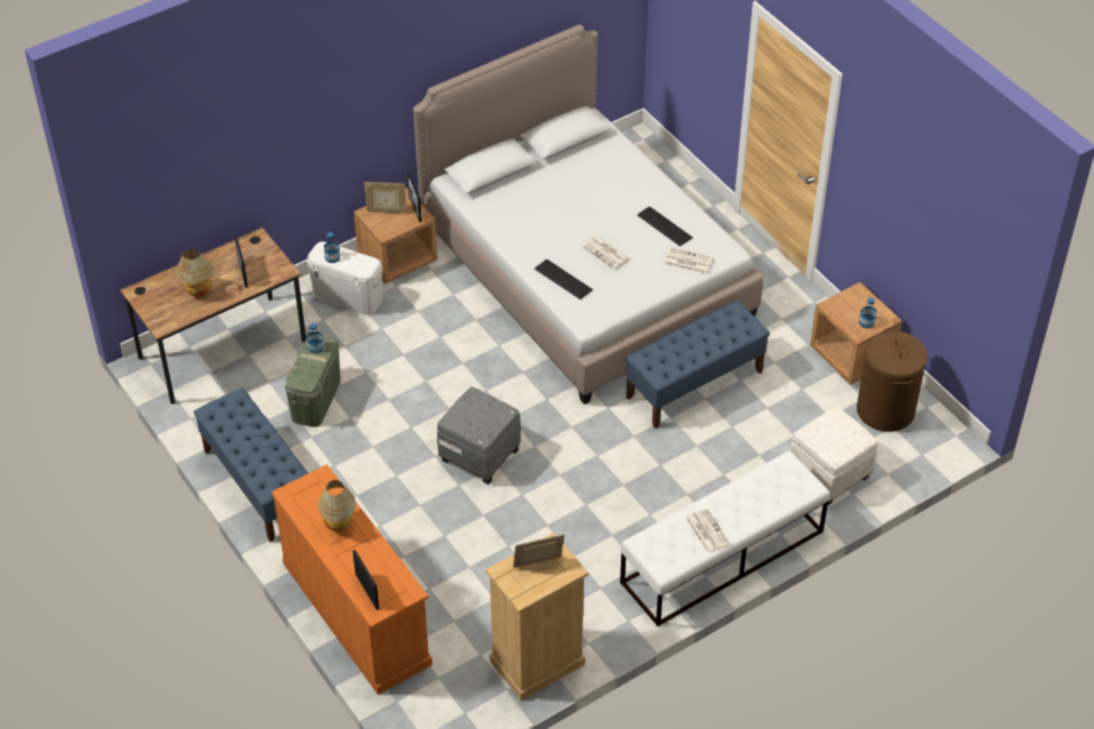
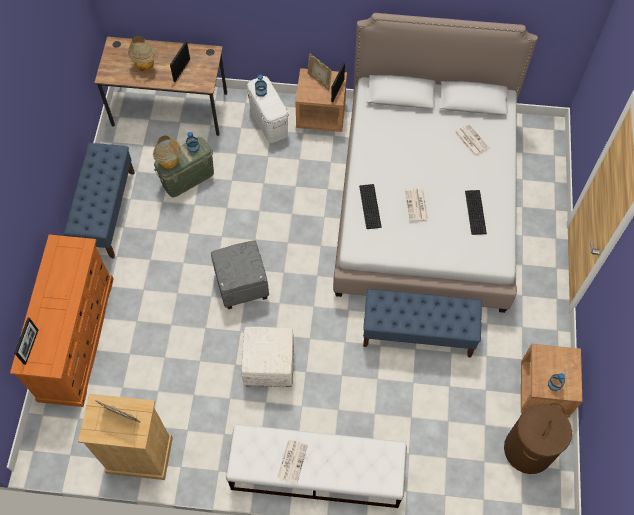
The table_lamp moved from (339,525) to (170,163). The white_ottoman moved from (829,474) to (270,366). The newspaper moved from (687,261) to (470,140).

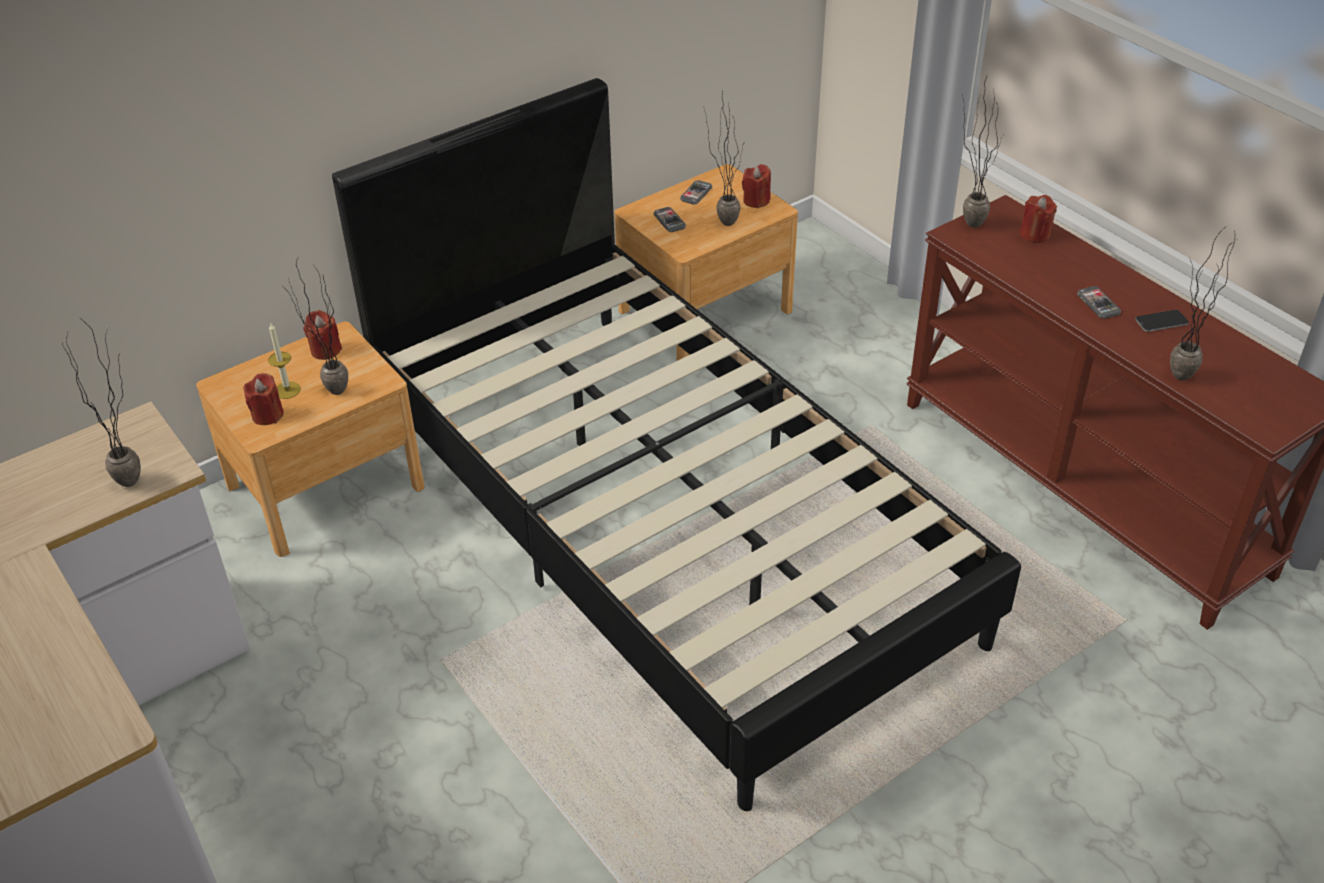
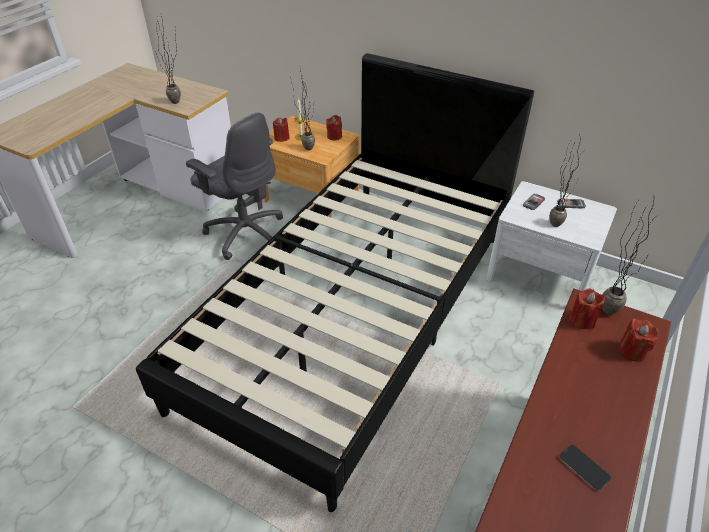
The grey_office_chair at (245,232) appeared. The brown_nightstand at (705,310) became the white_nightstand at (540,274). The red_candle moved from (756,201) to (582,320). The phone at (1098,304) disappeared. The potted_plant at (1175,381) disappeared.

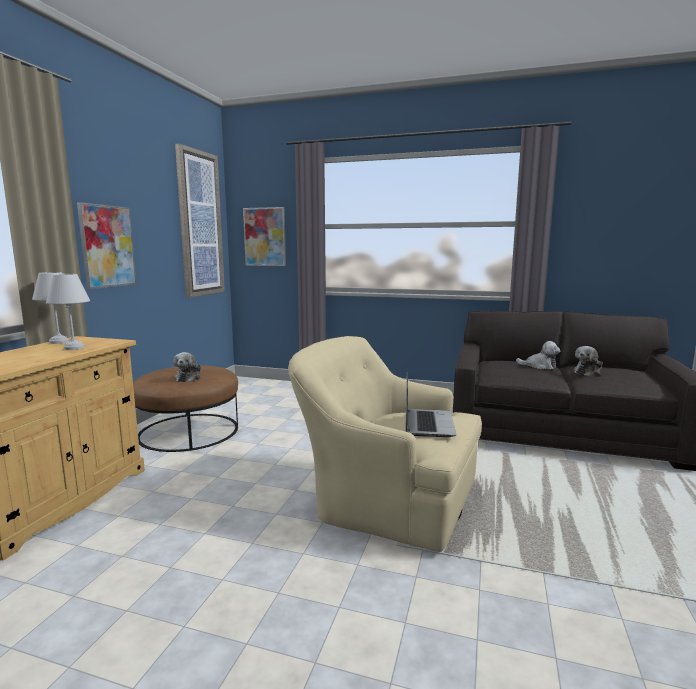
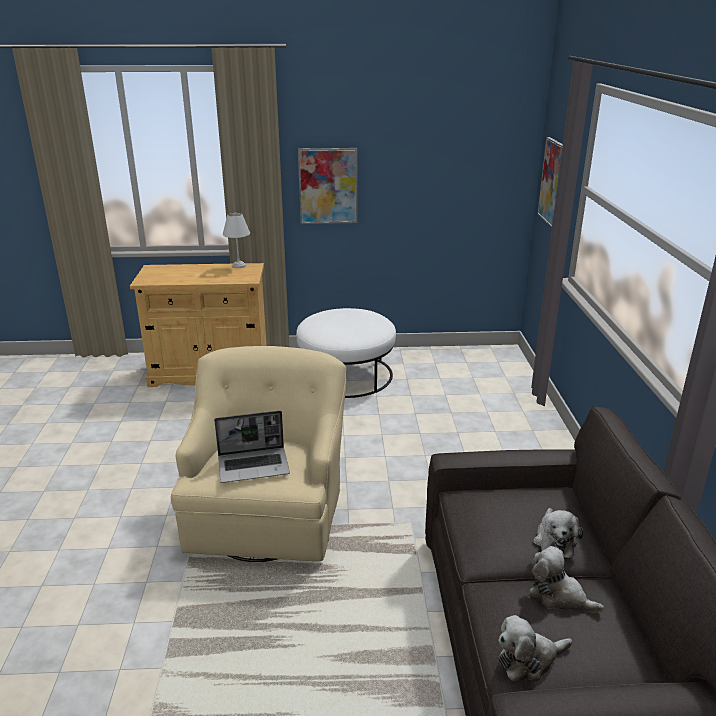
The brown_ottoman at (189,431) became the white_ottoman at (346,374). The plush_toy moved from (189,377) to (528,660). The white_table_lamp at (73,348) disappeared. The picture at (200,224) disappeared.

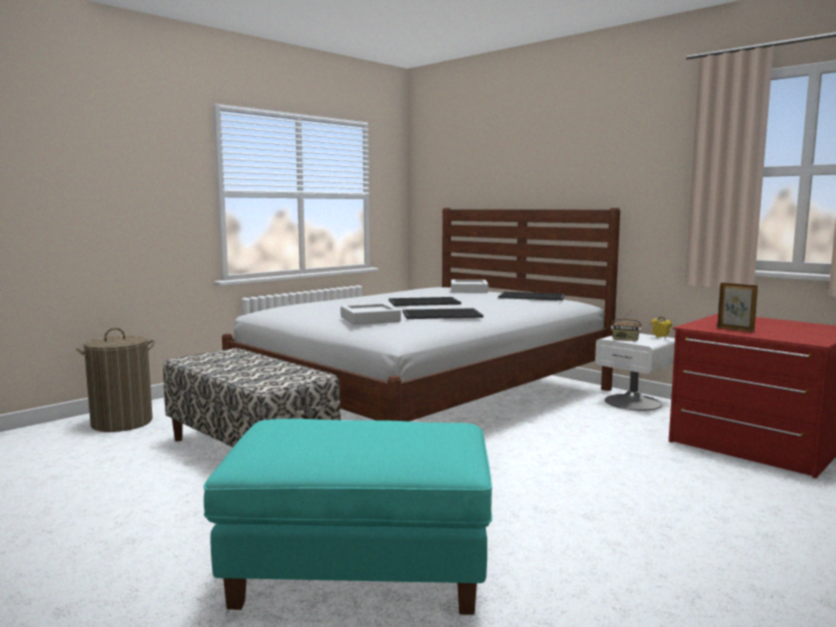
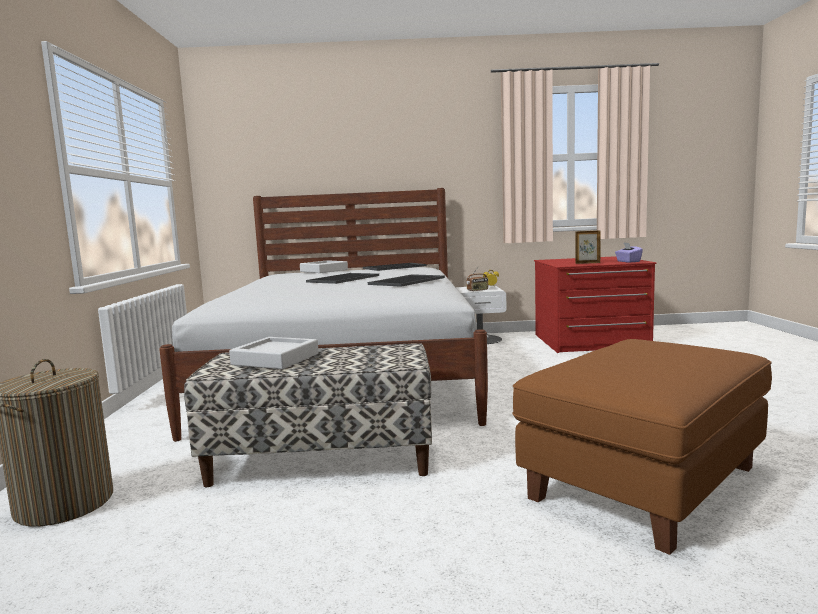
The grey_tray moved from (370,319) to (275,359). The turquoise_ottoman at (358,569) became the brown_ottoman at (644,483). The purple_tissue_box at (628,261) appeared.

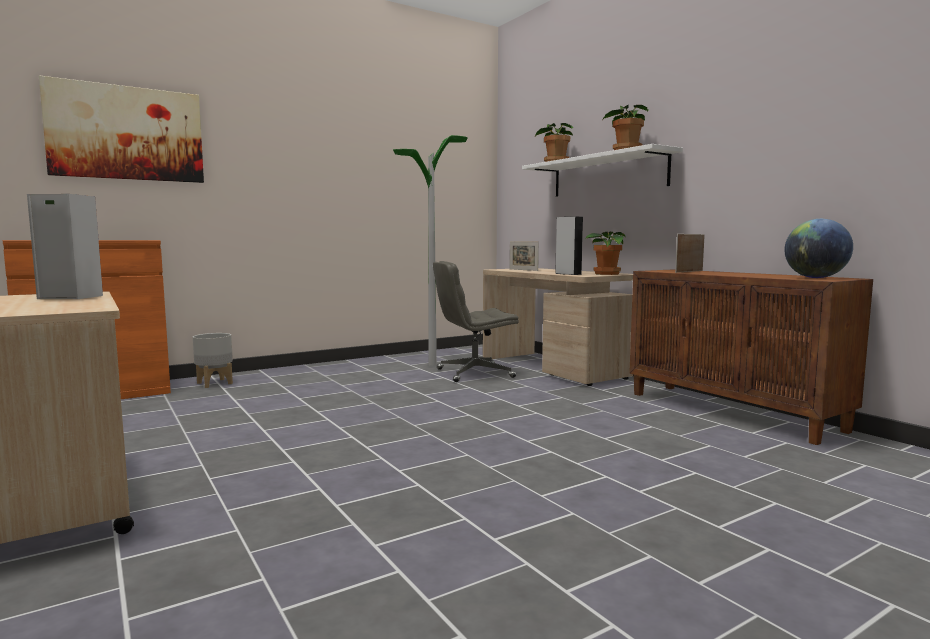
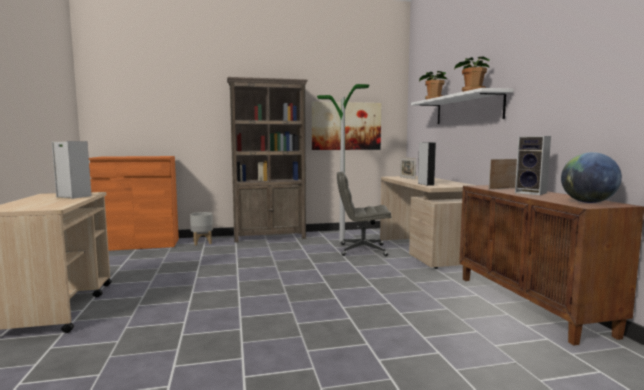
The brown_bookcase at (270,237) appeared. The picture moved from (126,133) to (346,126). The speaker at (532,193) appeared. The potted_plant at (606,274) disappeared.

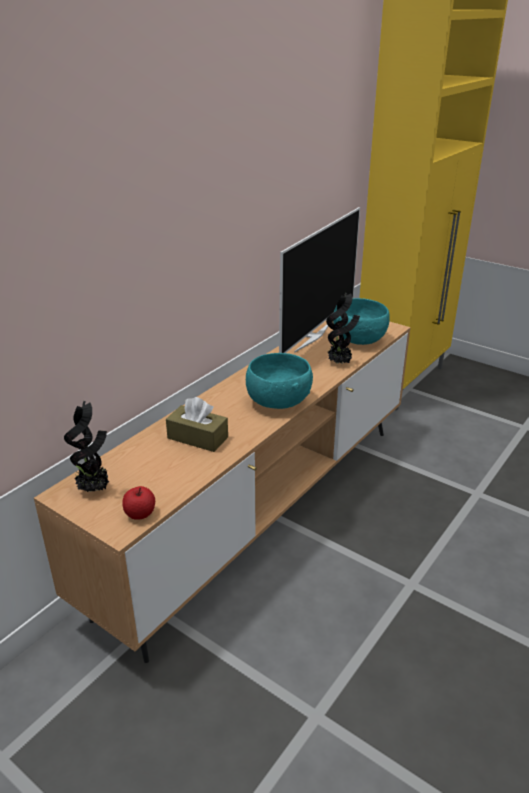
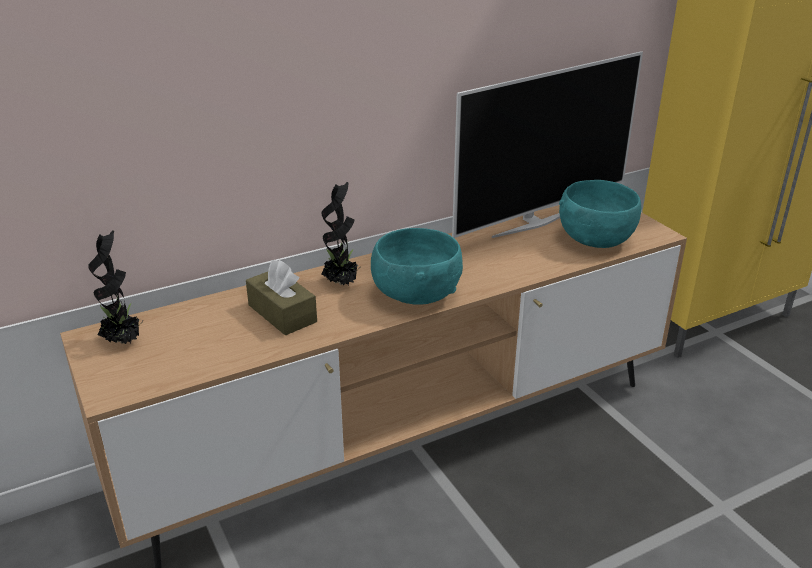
The potted_plant moved from (340,363) to (342,283). The apple at (140,514) disappeared.

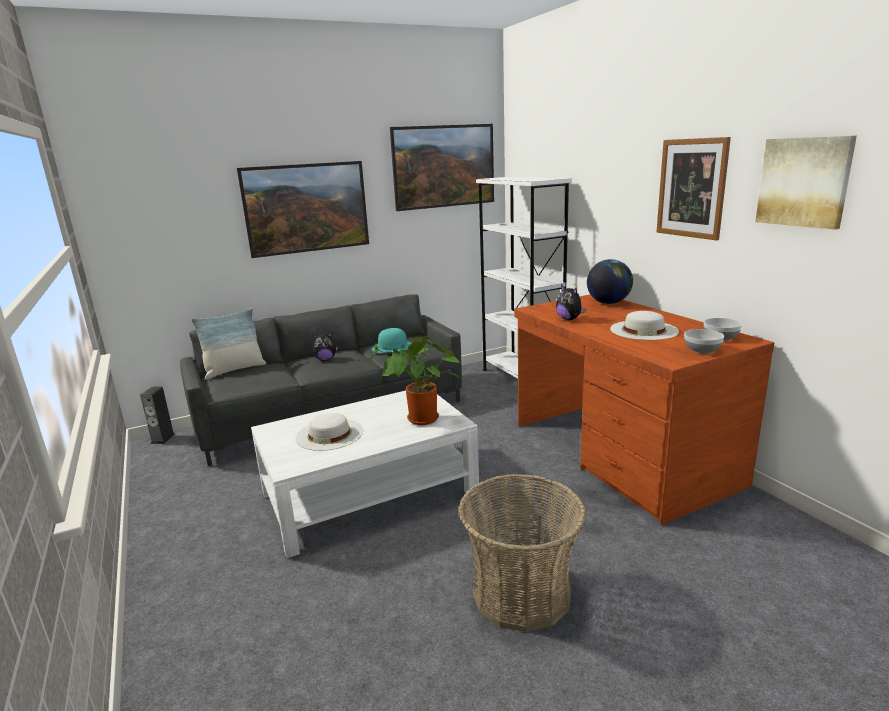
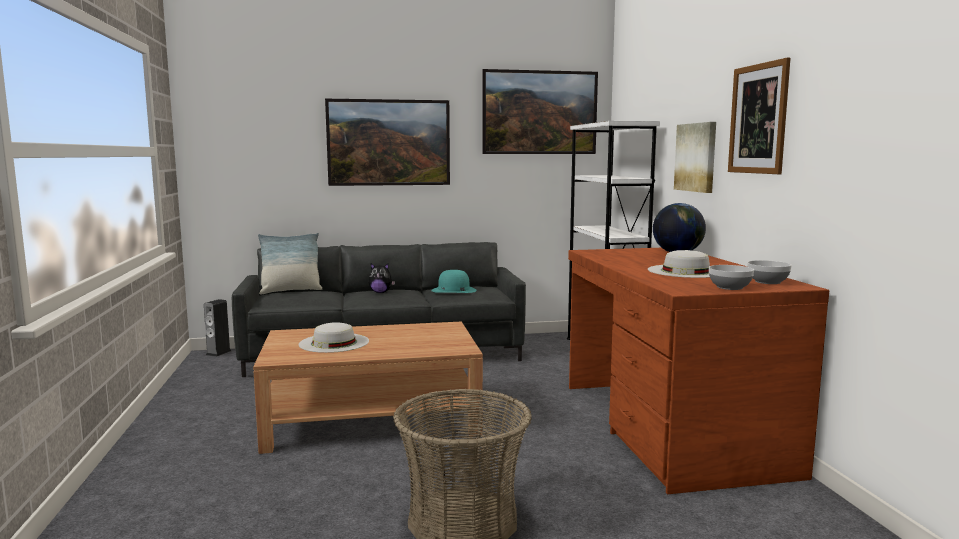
The white_coffee_table at (370,493) became the brown_coffee_table at (373,418). The picture moved from (804,182) to (696,157). The potted_plant at (421,420) disappeared. The plush_toy at (569,319) disappeared.

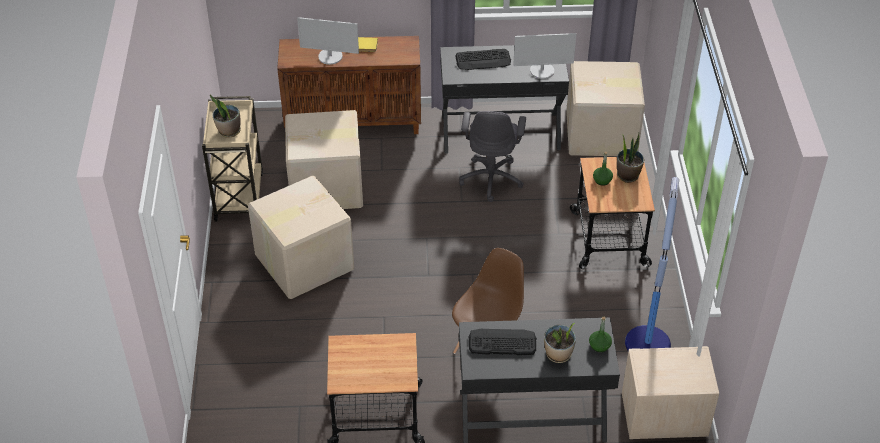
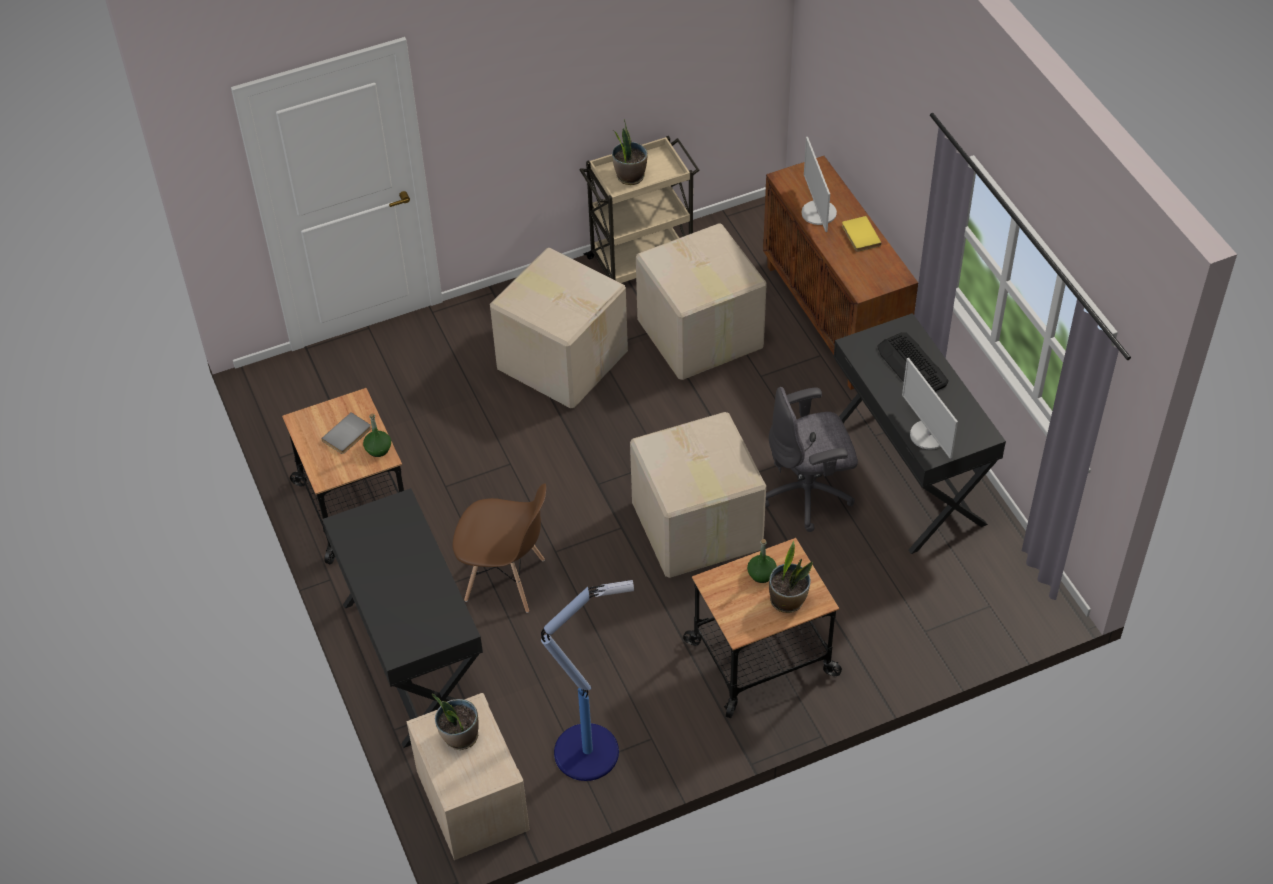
The grey_book at (348,435) appeared. The green_bottle moved from (599,346) to (378,449). The potted_plant moved from (558,354) to (459,737). The cardboard_box moved from (602,135) to (696,528). The keyboard at (502,342) disappeared.

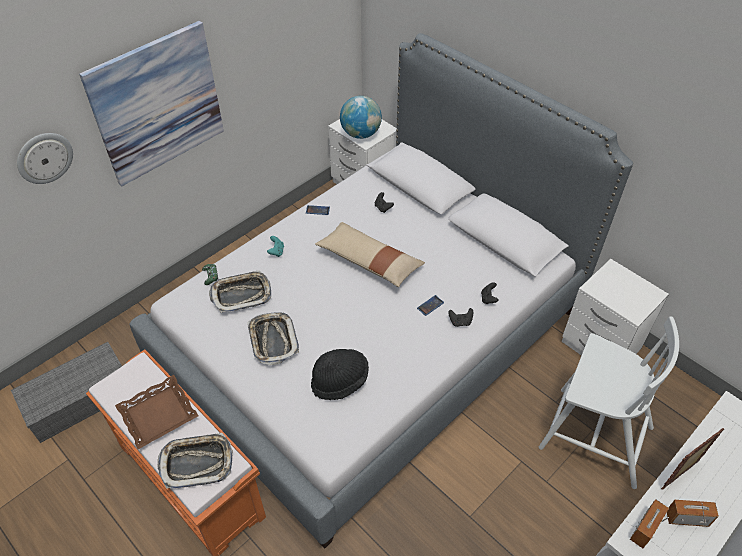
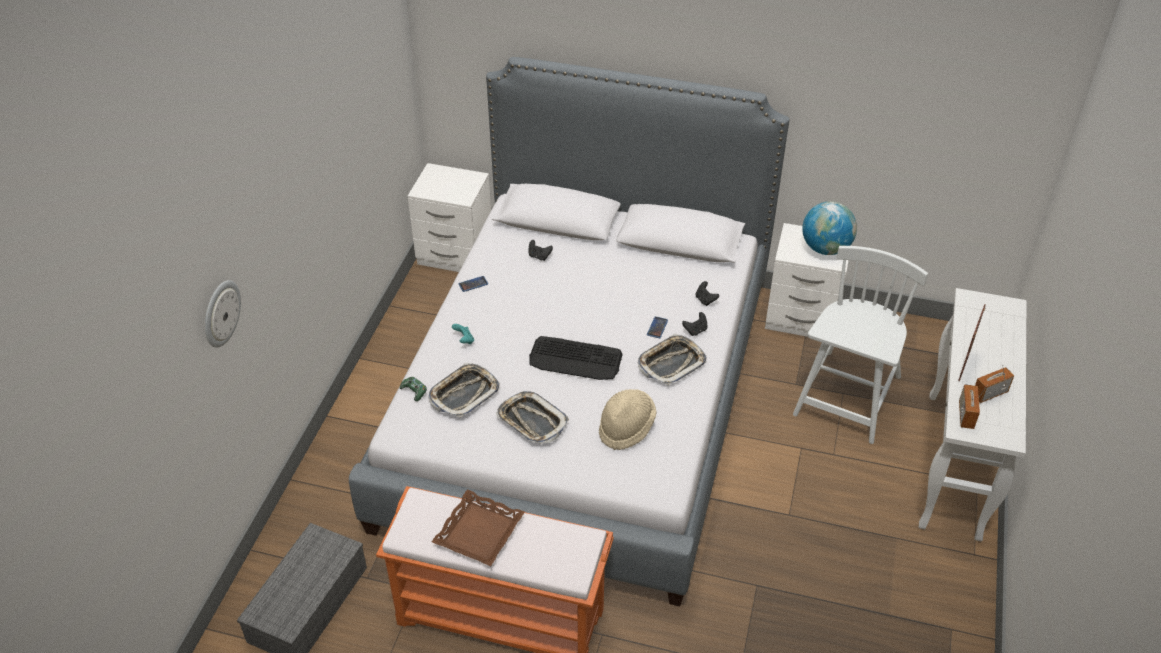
The keyboard at (575,359) appeared. The black_hat at (340,381) became the beige_hat at (626,427). The tray moved from (197,463) to (671,363). The white_chair at (593,436) turned 60 degrees counterclockwise. The globe moved from (361,134) to (825,248). The picture at (157,104) disappeared. The beige_pillow at (369,261) disappeared.

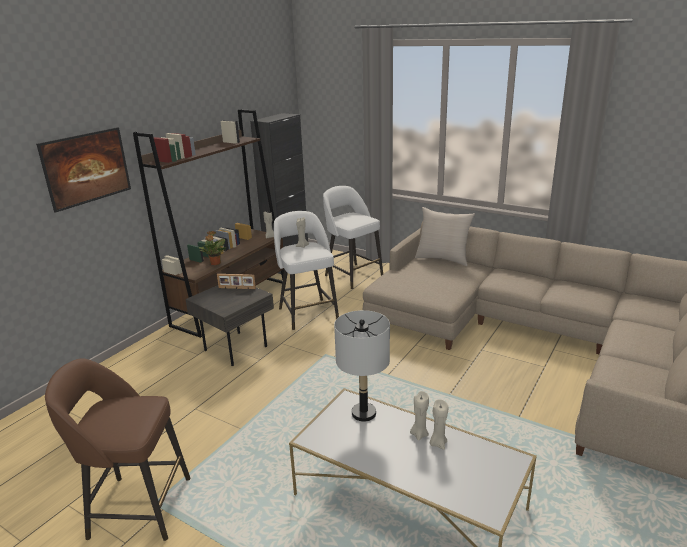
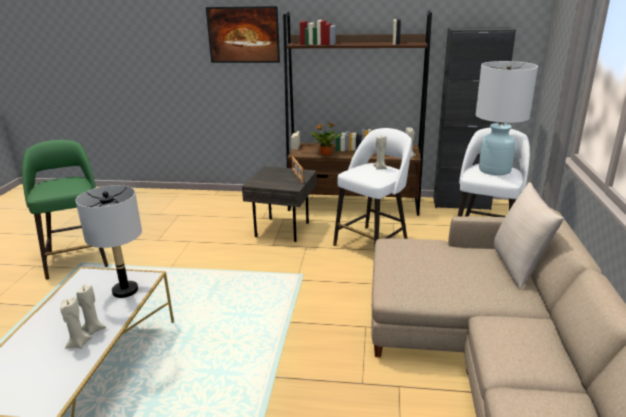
The brown_stool at (137,507) became the green_stool at (77,258). The white_table_lamp at (494,170) appeared.

